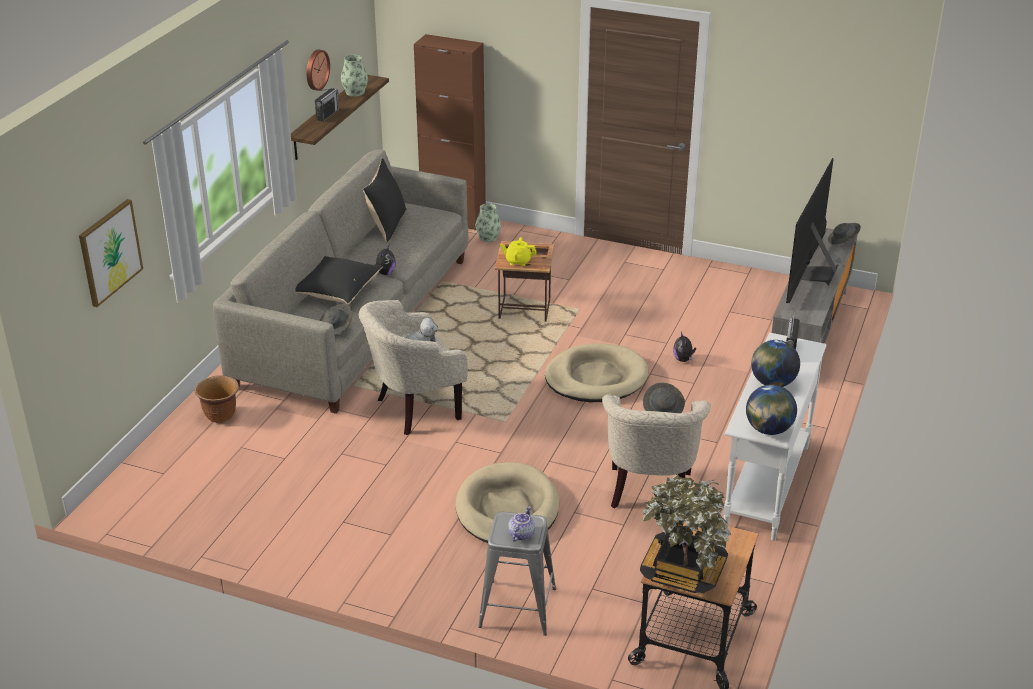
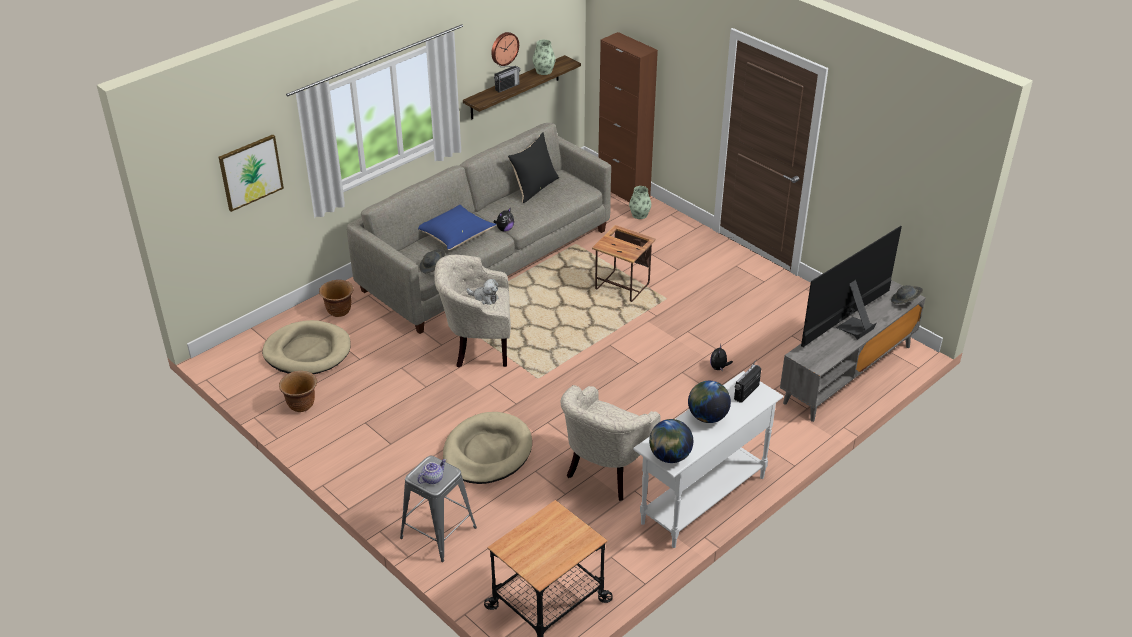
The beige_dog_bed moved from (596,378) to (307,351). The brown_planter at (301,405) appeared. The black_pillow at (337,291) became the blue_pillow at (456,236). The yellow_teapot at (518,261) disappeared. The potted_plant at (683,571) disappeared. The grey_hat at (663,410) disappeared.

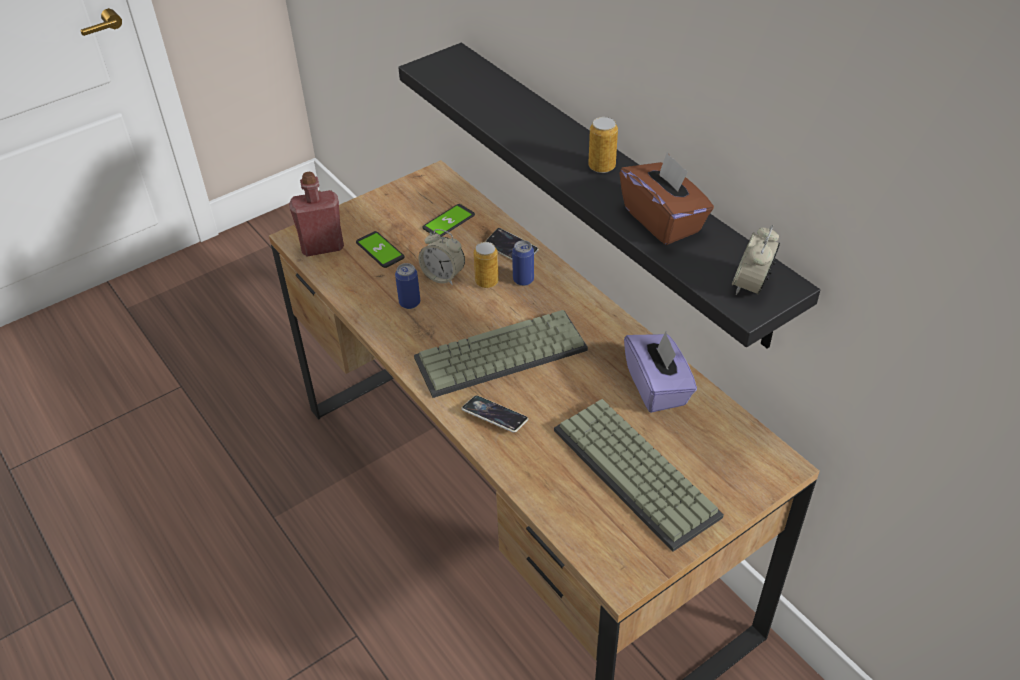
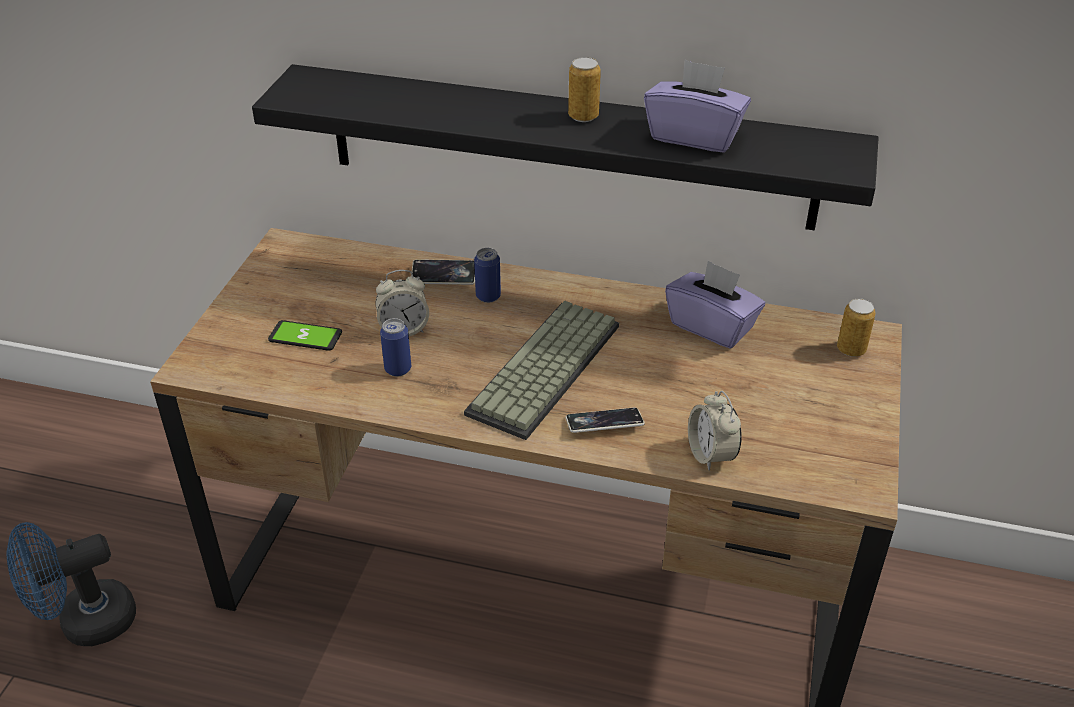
The blue_fan at (86,623) appeared. The brown_tissue_box at (663,220) became the purple_tissue_box at (694,136). The alarm_clock moved from (751,285) to (711,454). The can moved from (487,282) to (851,349). The red_bottle at (322,247) disappeared. The phone at (448,222) disappeared. The keyboard at (639,472) disappeared.

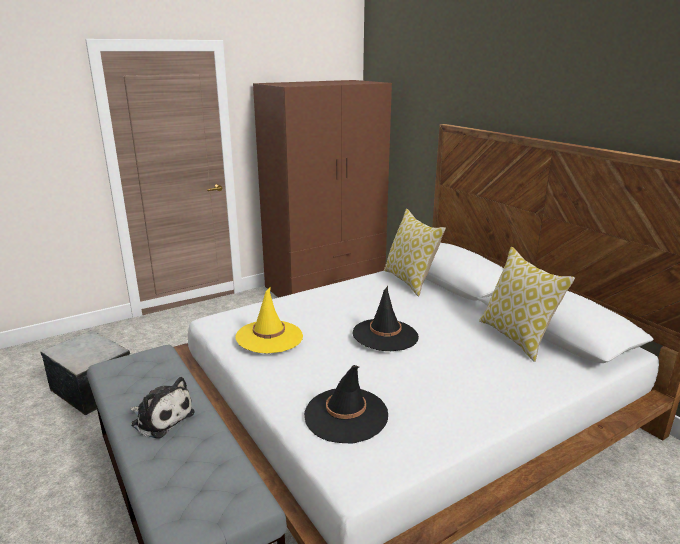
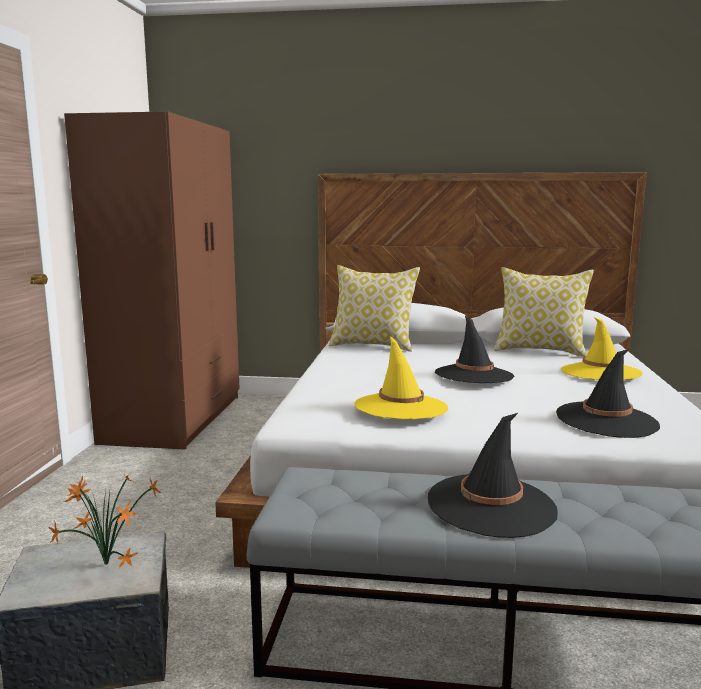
The potted_plant at (105,564) appeared. The plush_toy at (161,418) was replaced by the black_hat at (491,505). The yellow_hat at (600,372) appeared.

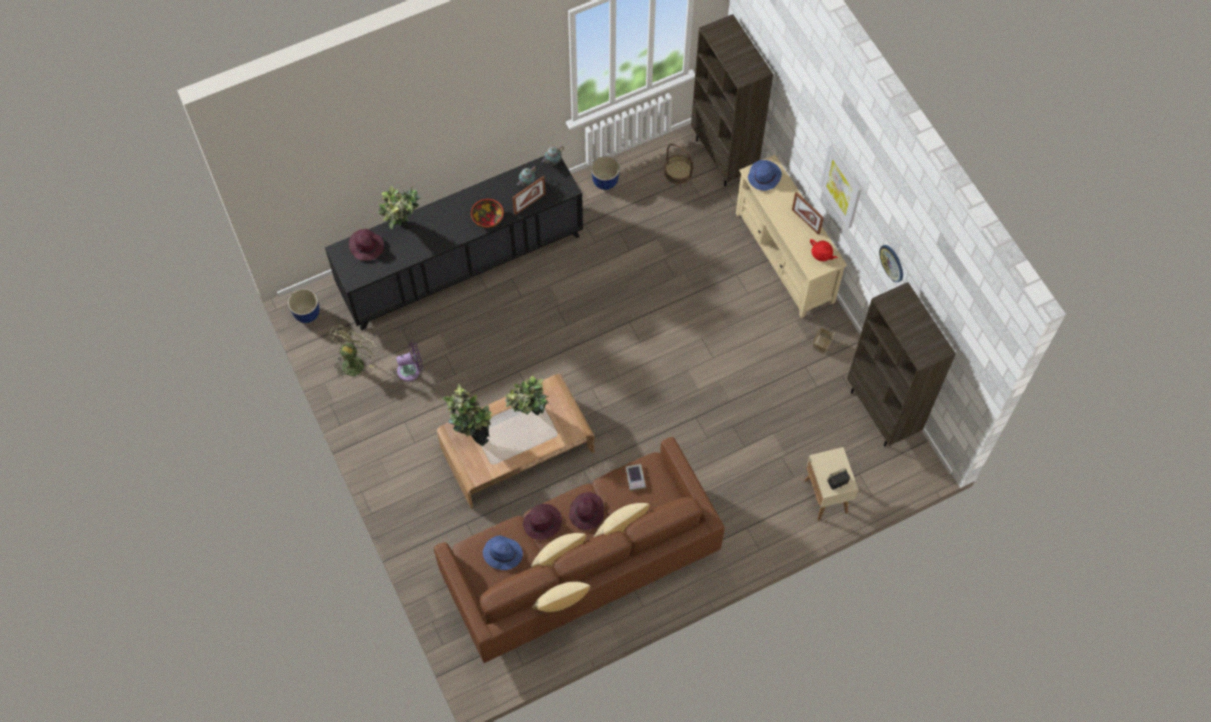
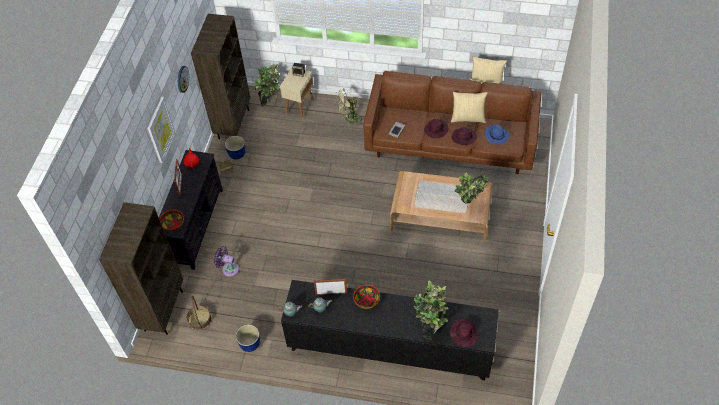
The beige_tv_stand at (784,257) became the black_tv_stand at (195,226). The blue_hat at (764,176) was replaced by the bowl at (173,224). The purple_fan moved from (411,370) to (228,268). The planter moved from (307,314) to (237,154). The potted_plant moved from (529,418) to (271,102). The green_fan moved from (354,361) to (349,120). The pillow at (621,530) disappeared.

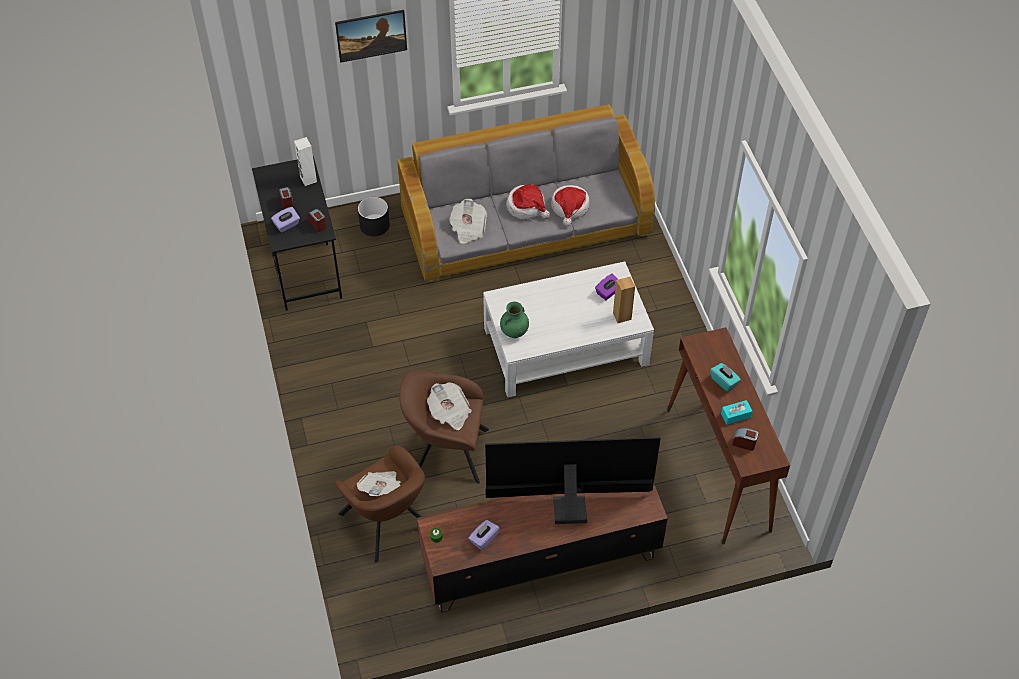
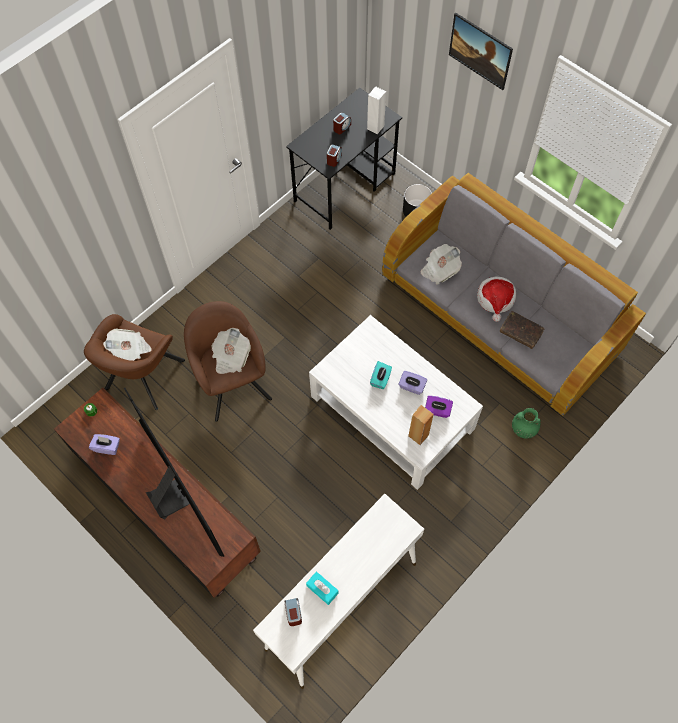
The brown_console_table at (718,470) became the white_console_table at (341,607). The turquoise_tissue_box moved from (724,381) to (380,379). The purple_tissue_box moved from (287,225) to (412,386). The hat at (570,207) was replaced by the brown_book at (521,332). The green_vase moved from (514,332) to (523,429).

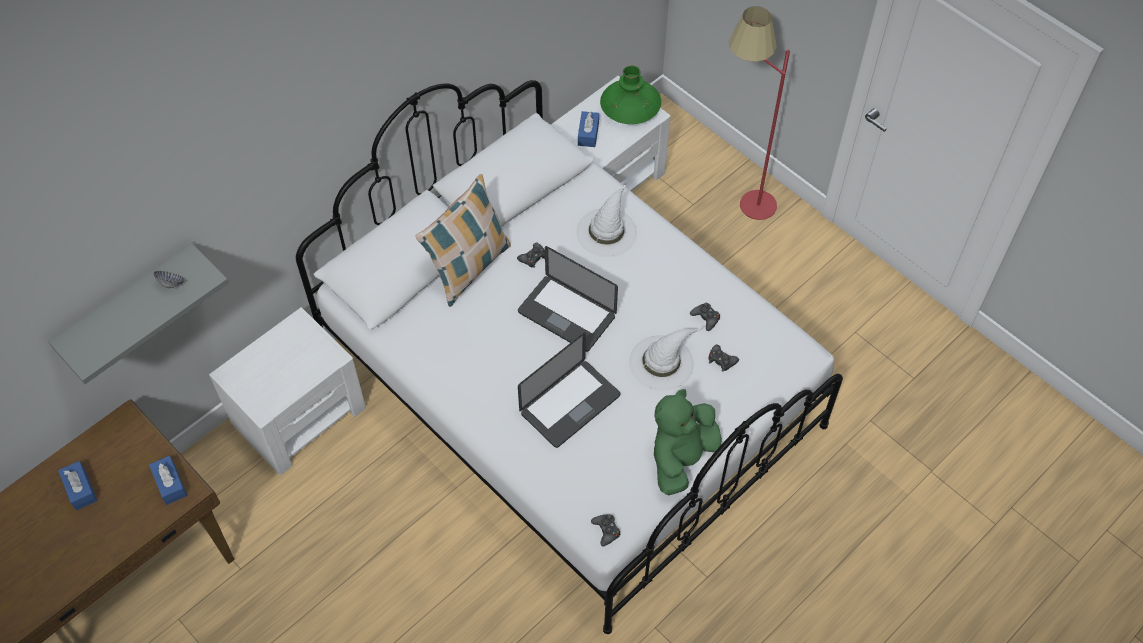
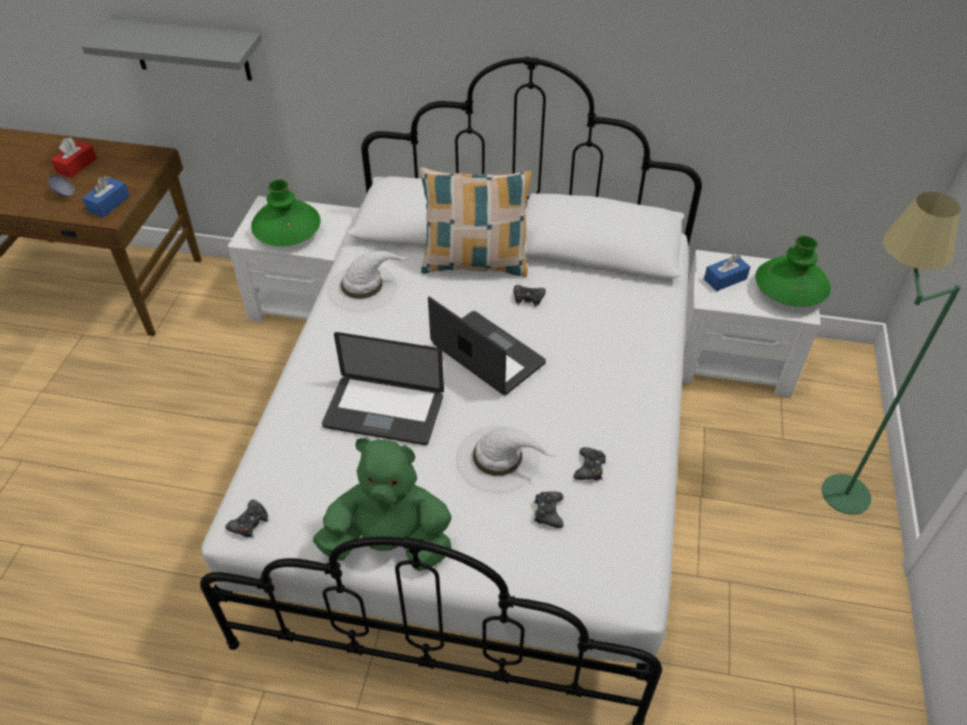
The bowl moved from (171,283) to (64,194). The blue_tissue_box at (80,489) became the red_tissue_box at (77,165). The green_vase at (288,233) appeared. The white_hat moved from (606,231) to (363,288). The laptop at (566,314) turned 135 degrees clockwise. The red_floor_lamp at (741,206) became the green_floor_lamp at (827,480).

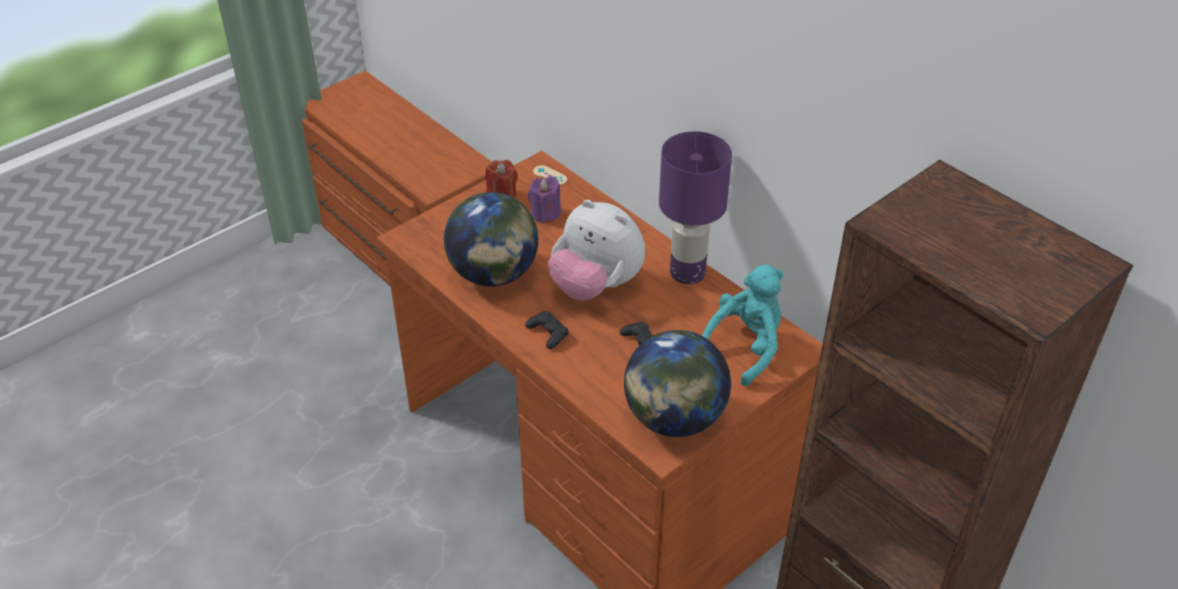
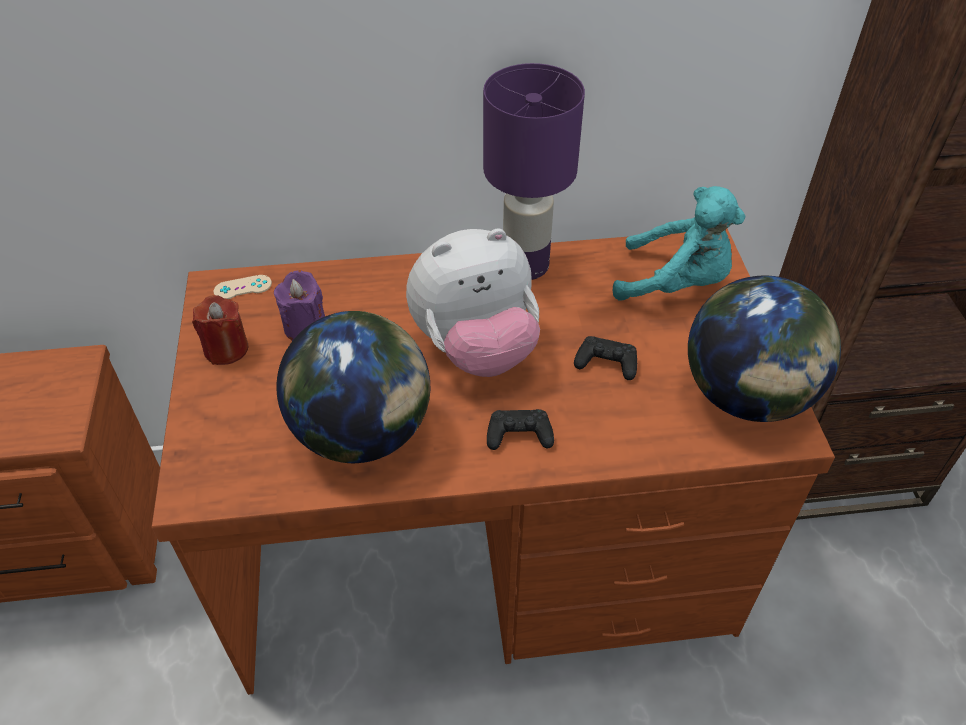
The turquoise_plush_toy at (745,347) turned 120 degrees clockwise.

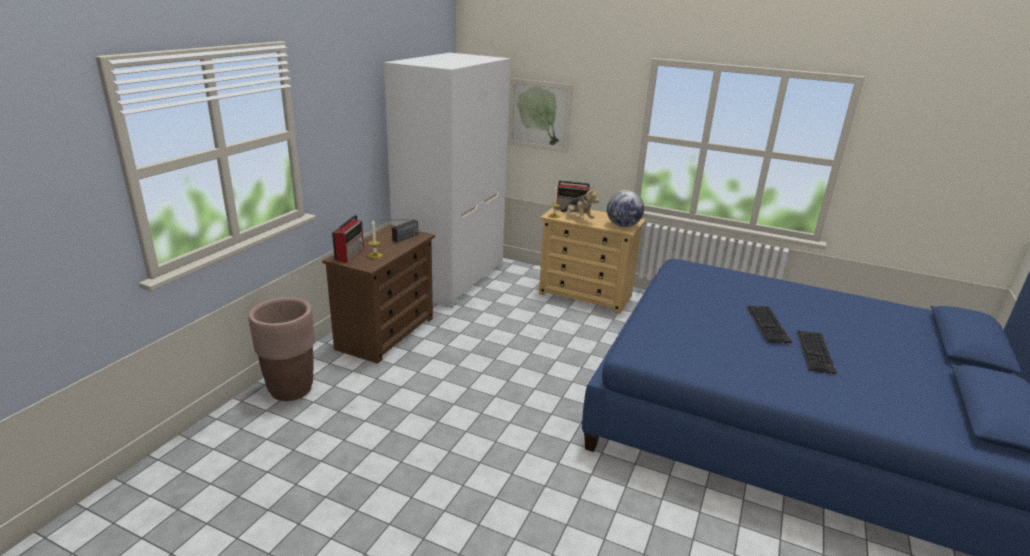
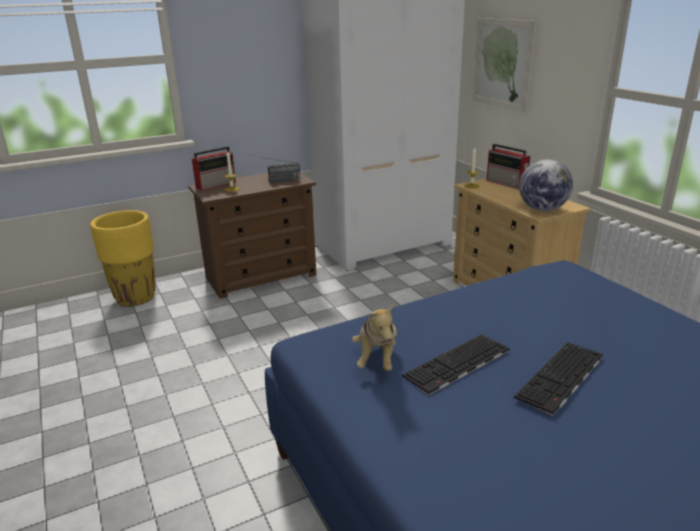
The brown_planter at (291,389) became the yellow_planter at (136,297). The plush_toy moved from (577,218) to (377,358). The keyboard moved from (816,352) to (457,364).

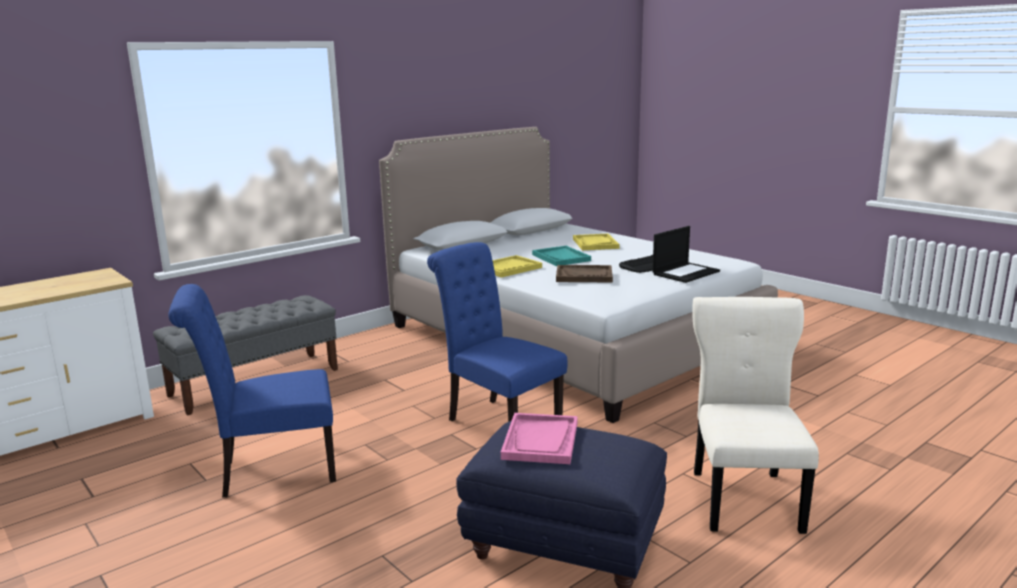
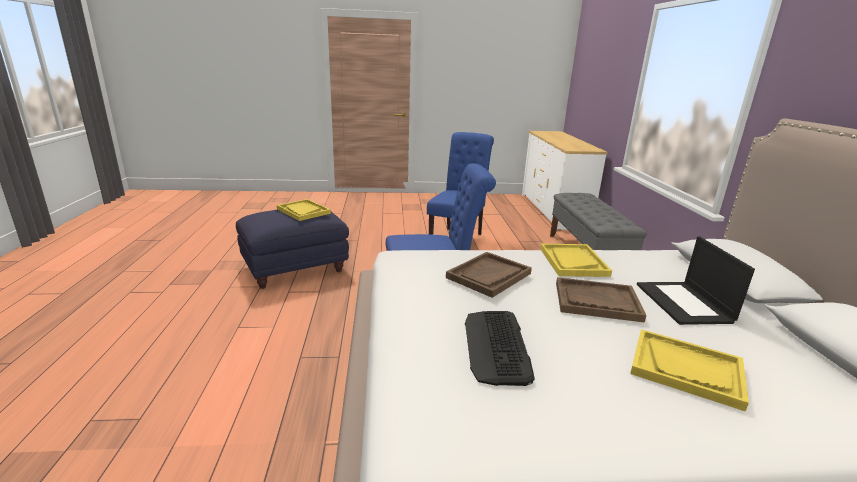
The pink_tray at (541,441) became the yellow_tray at (303,211). The turquoise_tray at (561,258) became the brown_tray at (596,301). The laptop moved from (686,272) to (684,303). The beige_chair at (745,498) disappeared.

